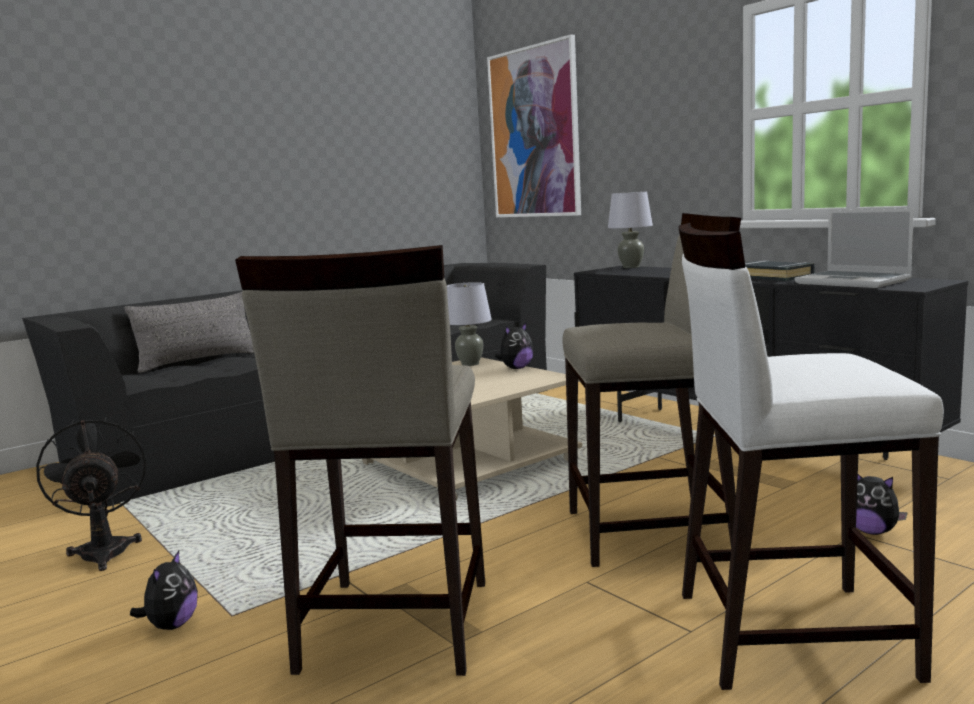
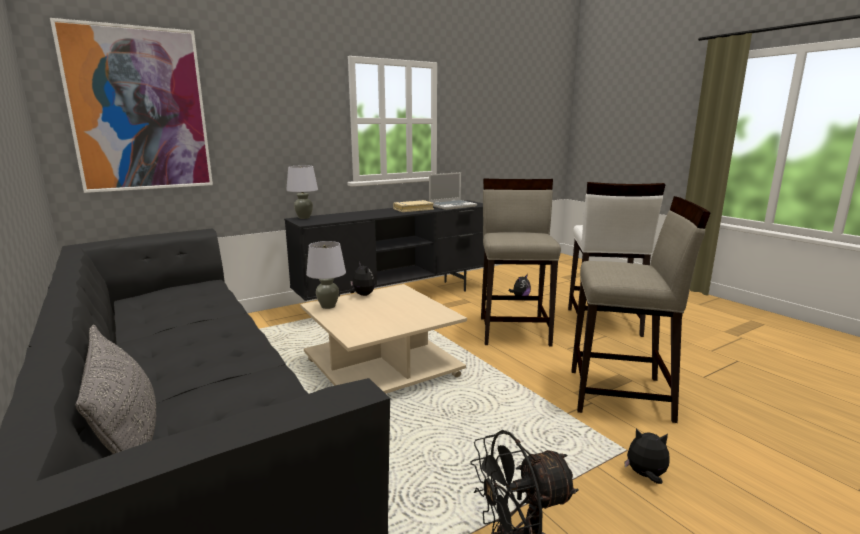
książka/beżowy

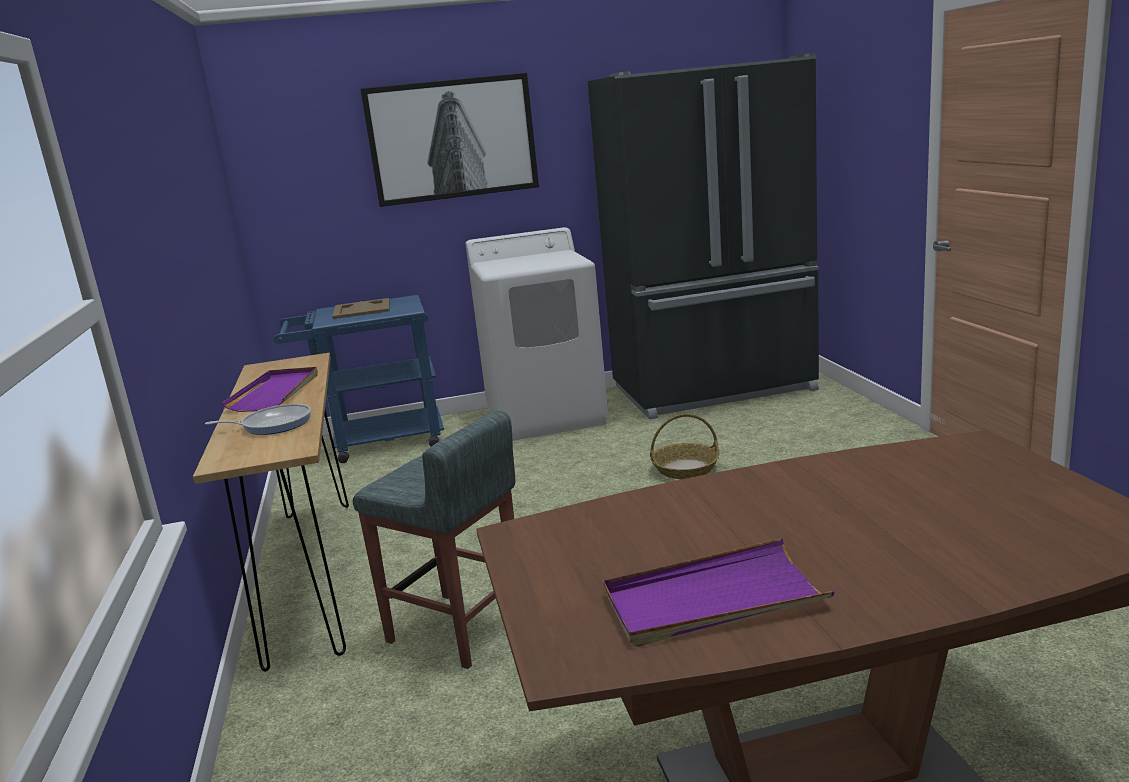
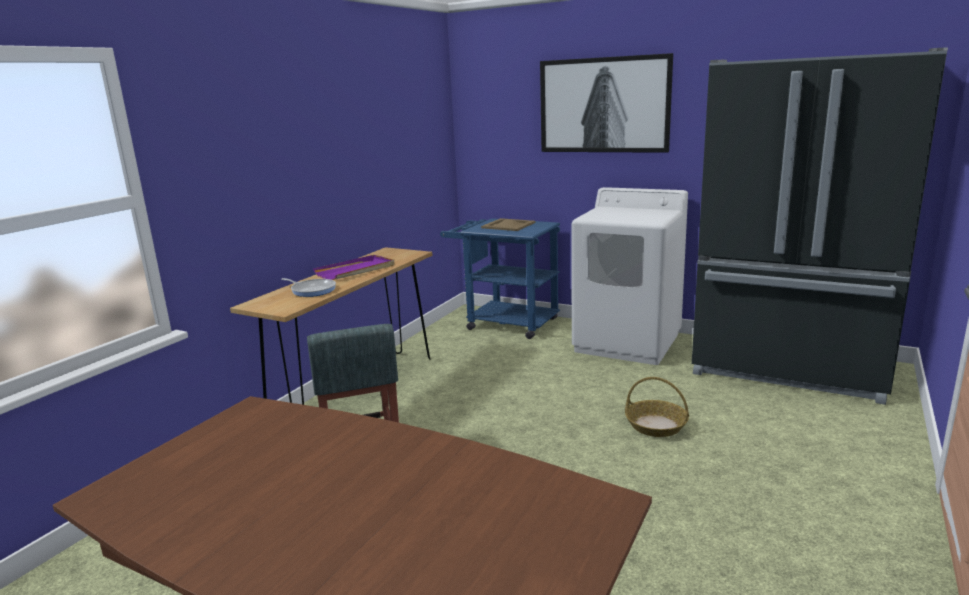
taca/fioletowy (no. 2 from left in the first image)

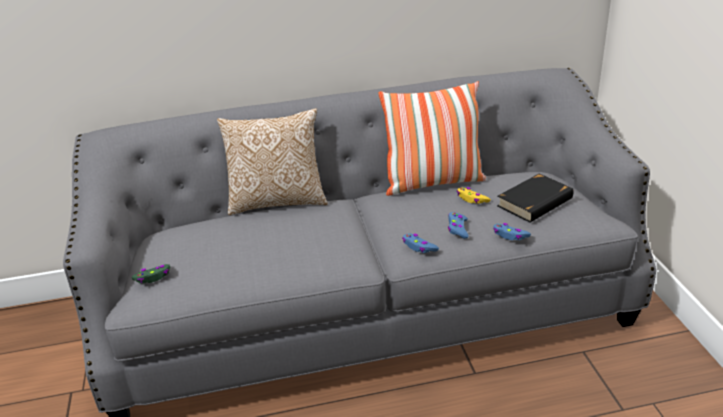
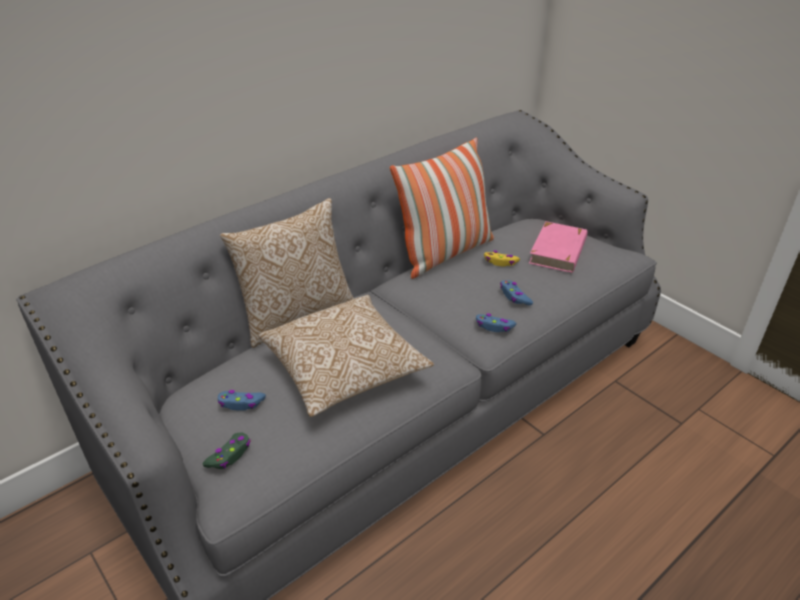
pad do gier/niebieski (no. 1 from left)
książka/różowy
poduszka (no. 2 from left)

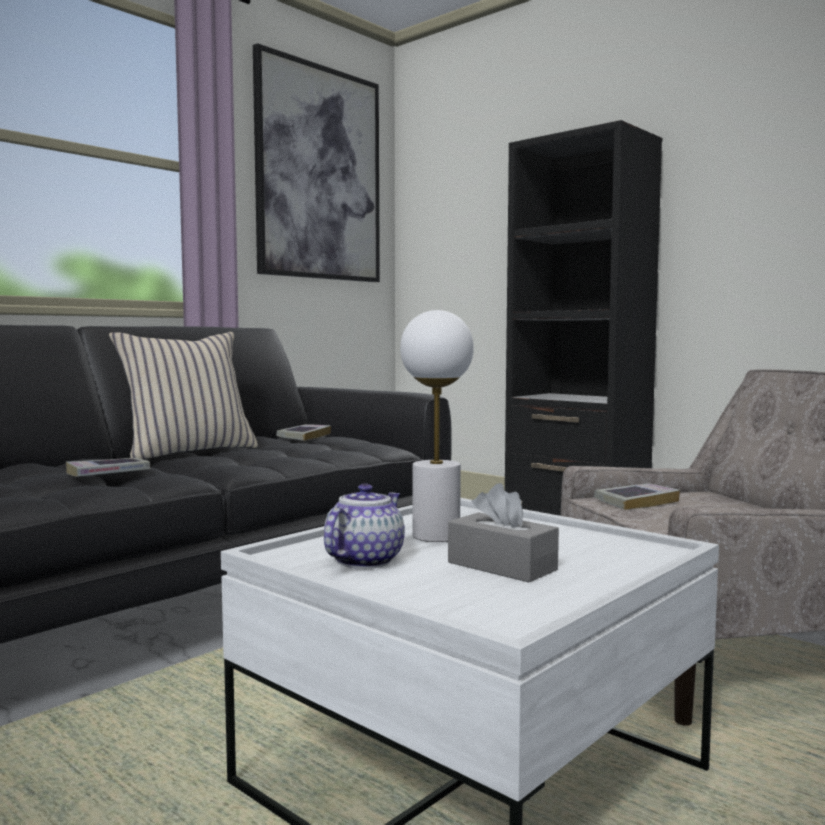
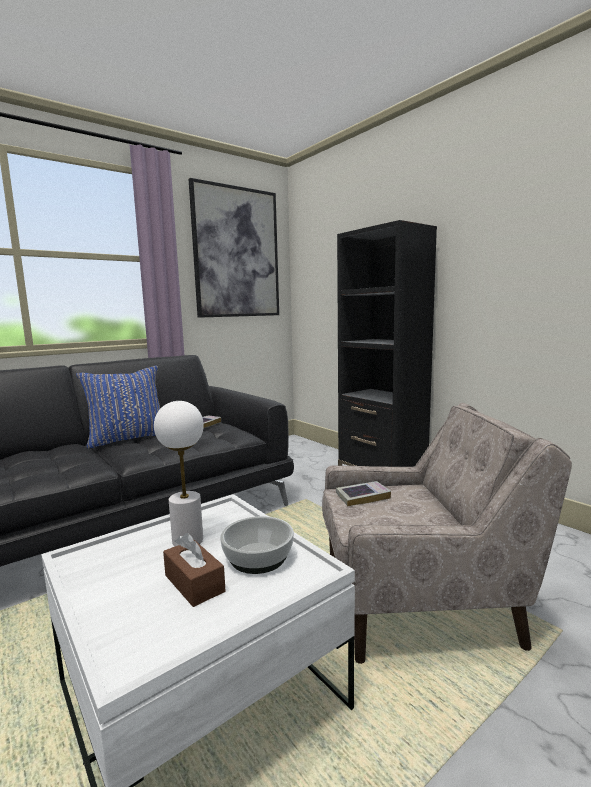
książka (no. 1 from left in the first image)
poduszka/niebieski
imbryk
pudełko chusteczek/brązowy
miska

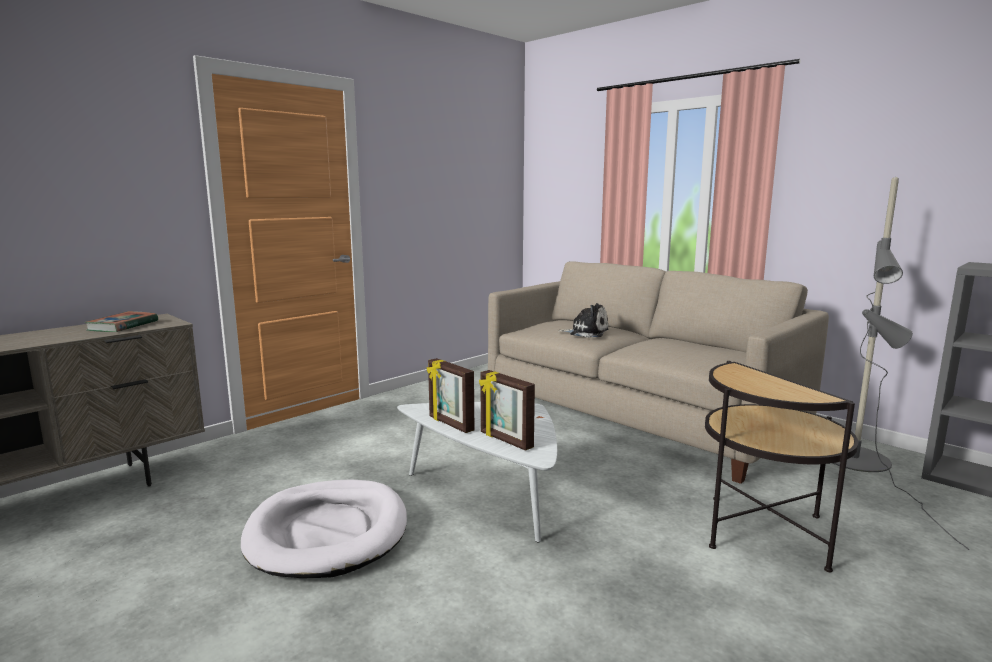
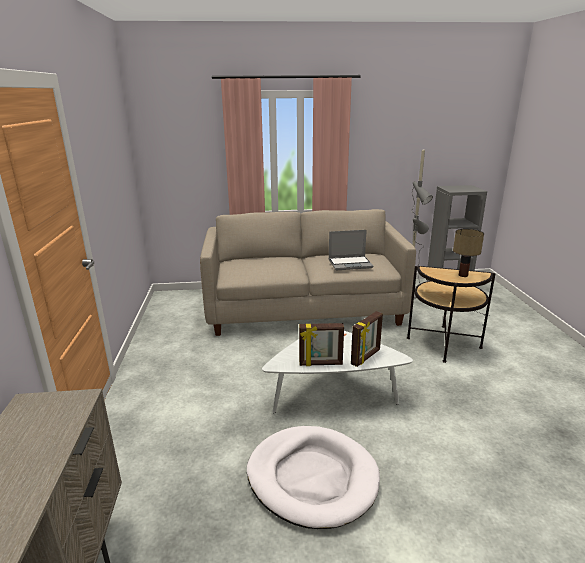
książka
ramka na zdjęcie (no. 2 from left)
pluszak
laptop
lampa stołowa

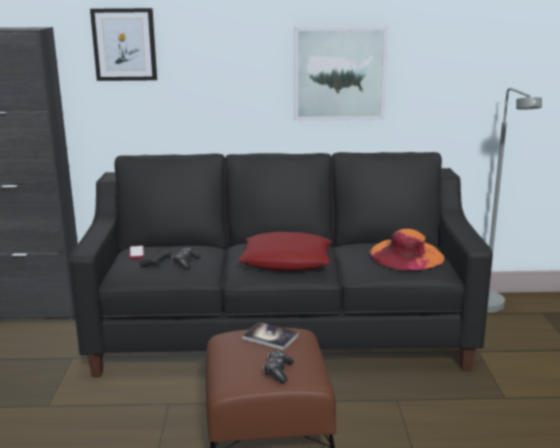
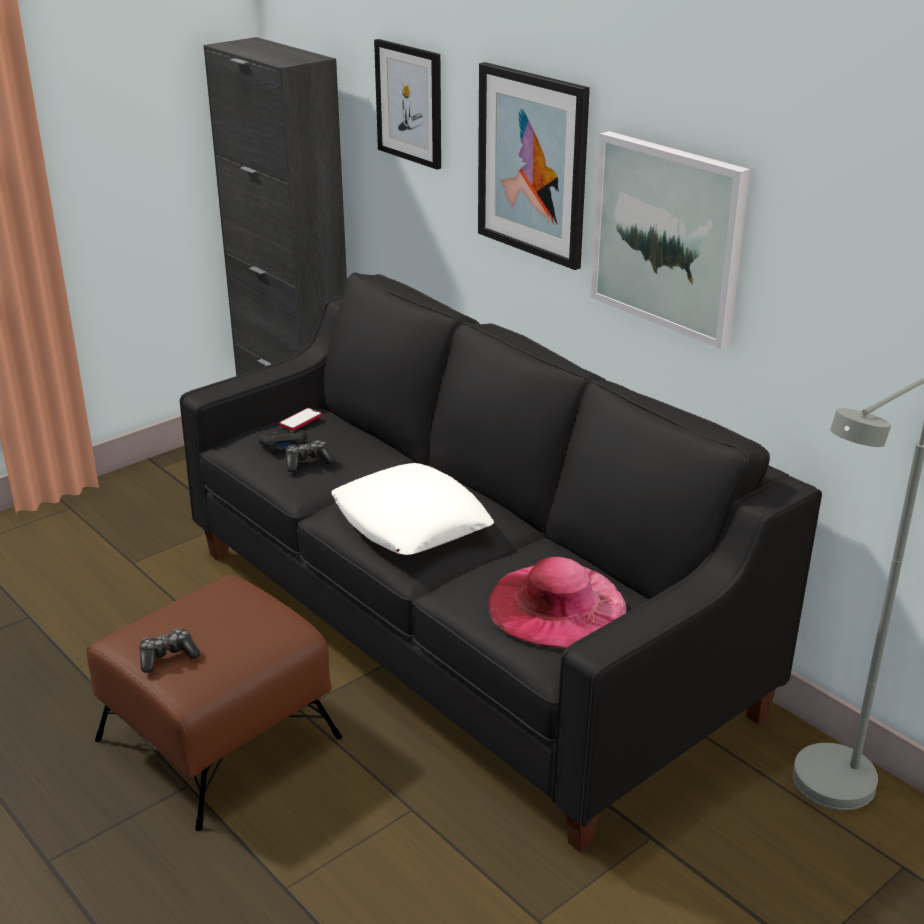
poduszka/biały
książka
kapelusz/różowy
obraz (no. 2 from left)

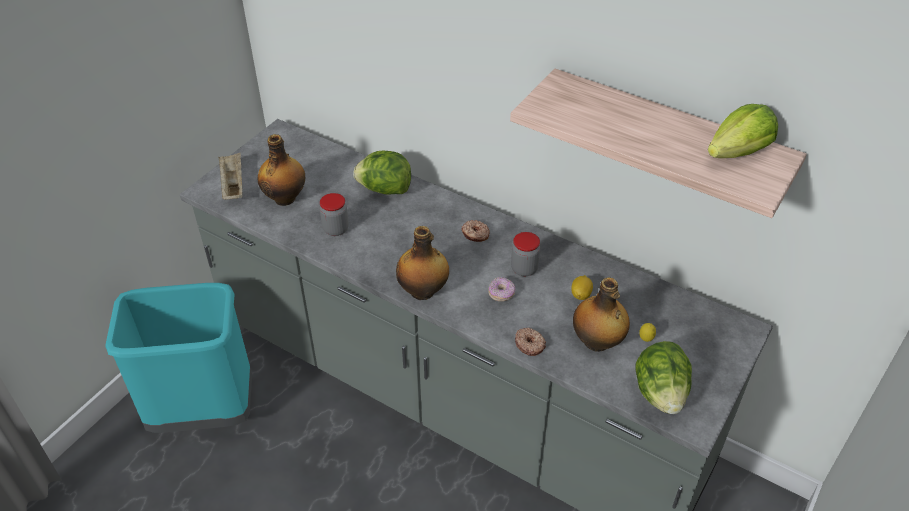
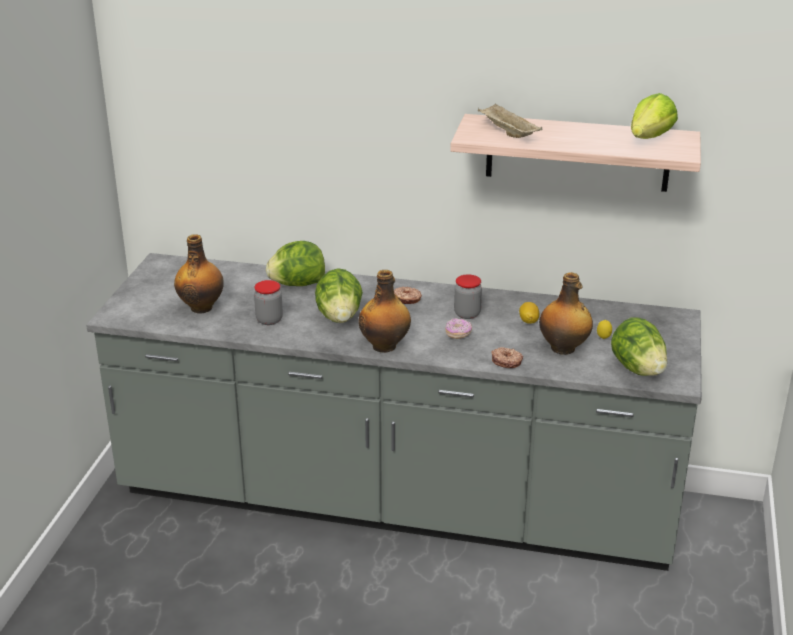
kosz na śmieci/turkusowy
taca/beżowy
sałata (no. 2 from left)

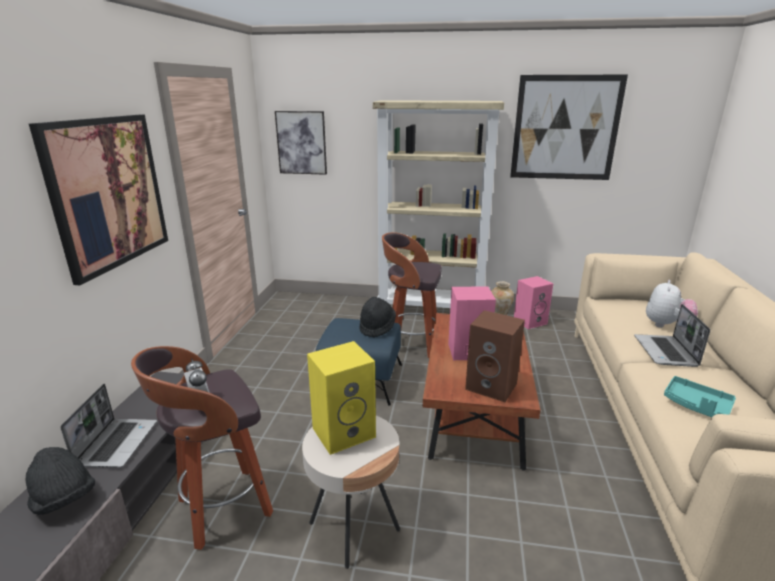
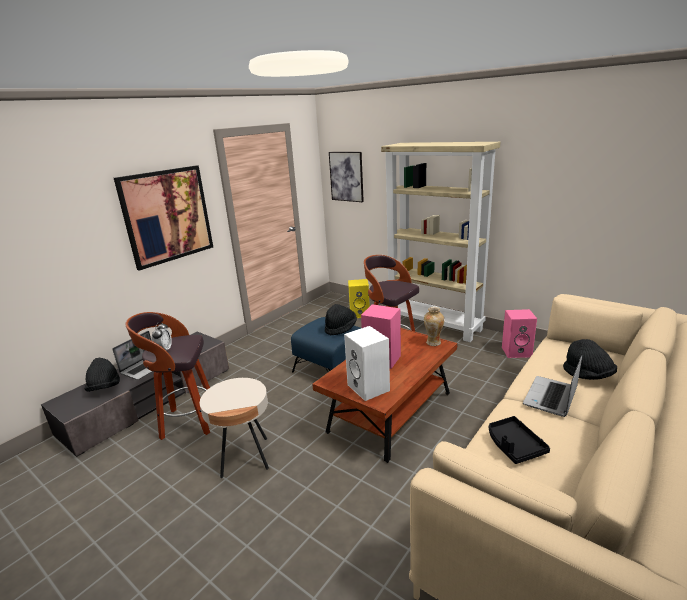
głośnik/żółty
głośnik/biały
obraz (no. 3 from left in the first image)
kapelusz/czarny (no. 3 from left)
taca/czarny

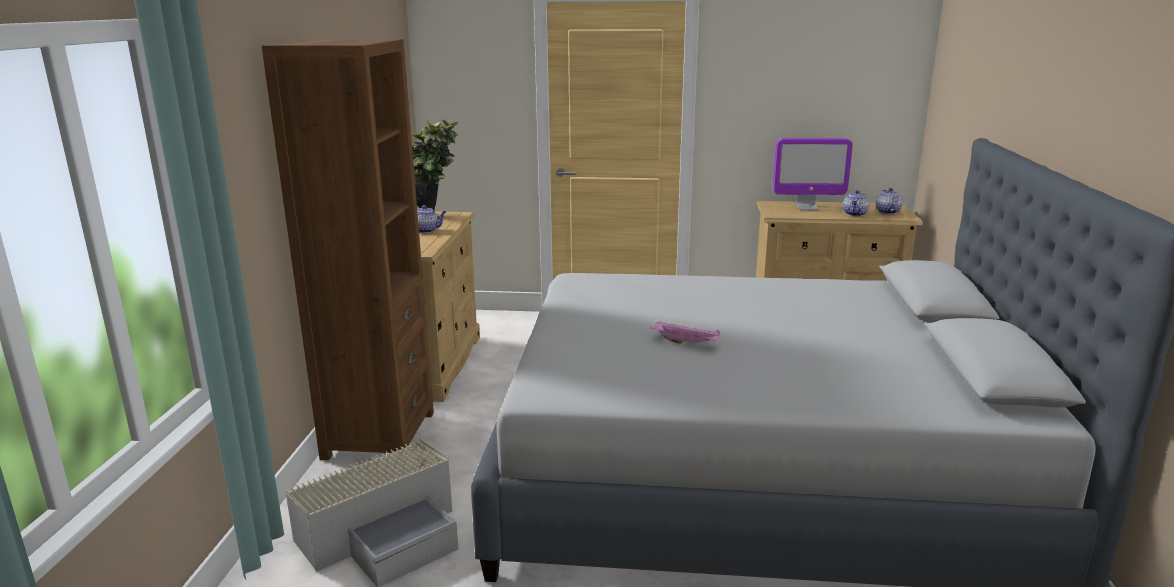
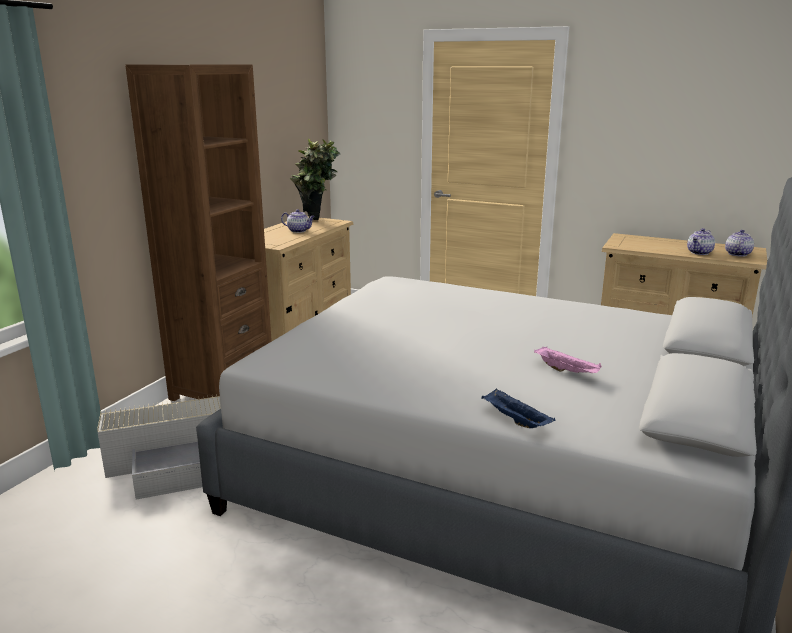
taca/różowy
monitor
taca/niebieski

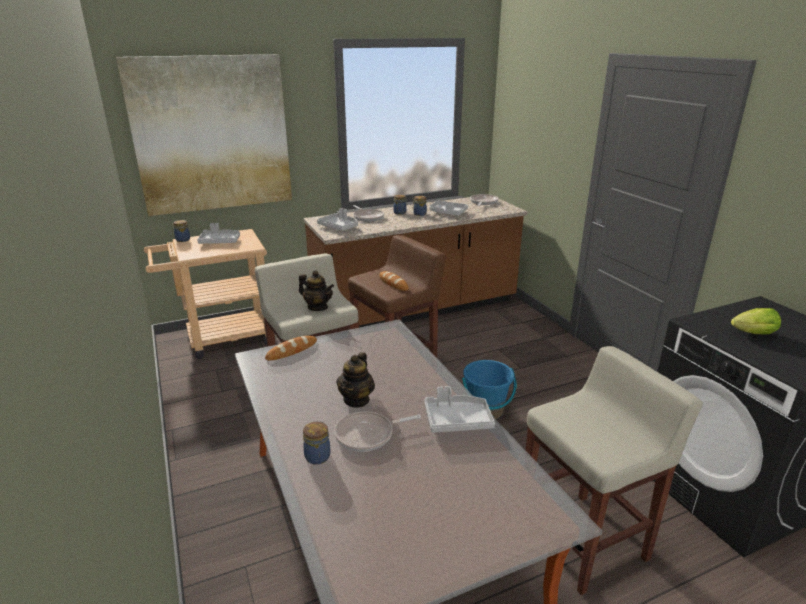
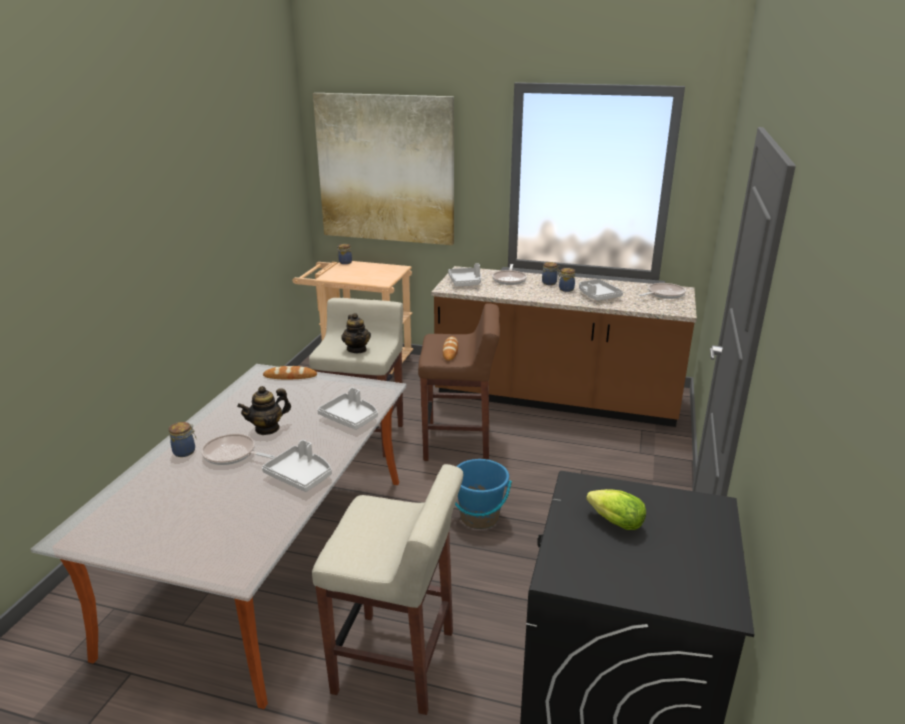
taca/szary (no. 2 from left)

